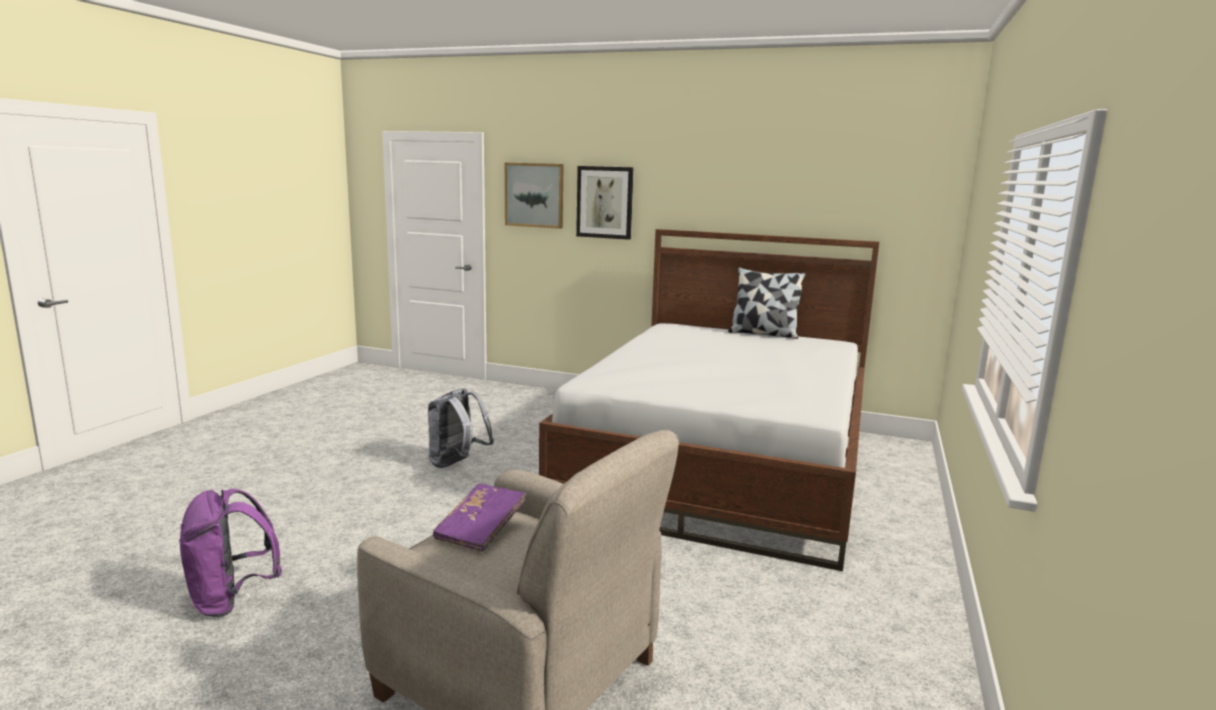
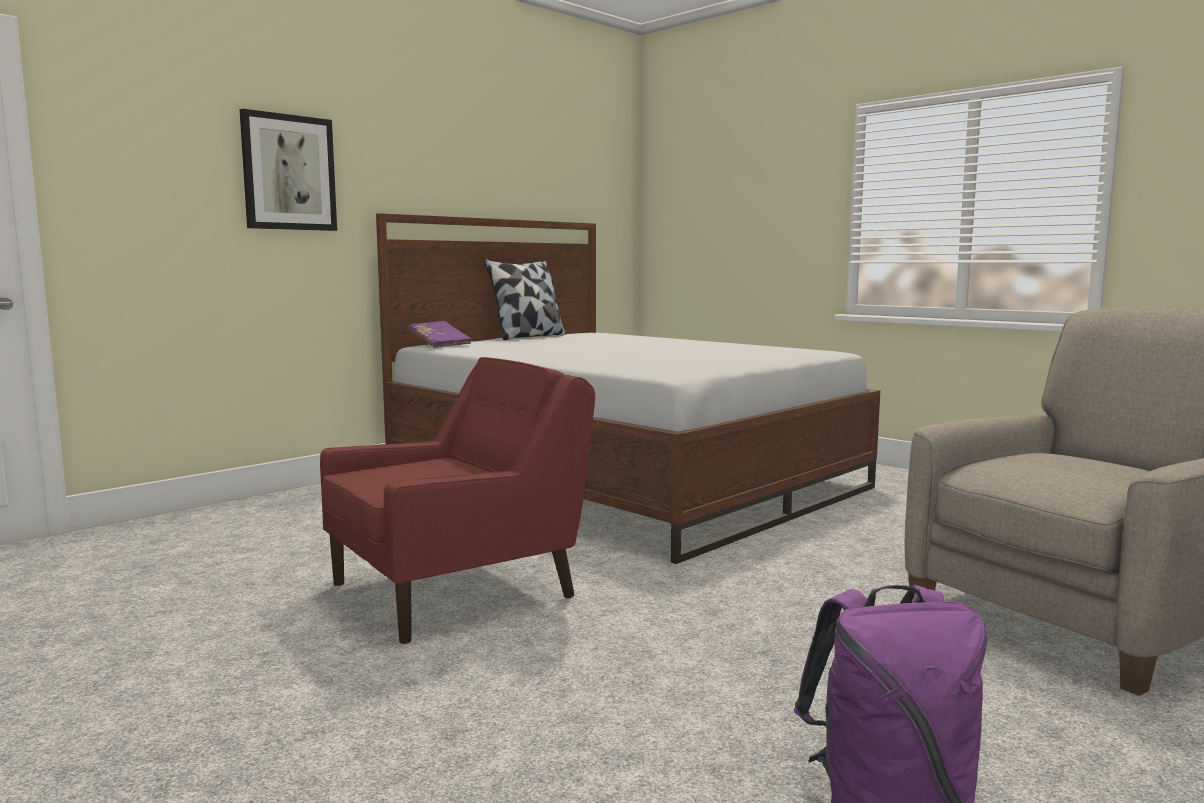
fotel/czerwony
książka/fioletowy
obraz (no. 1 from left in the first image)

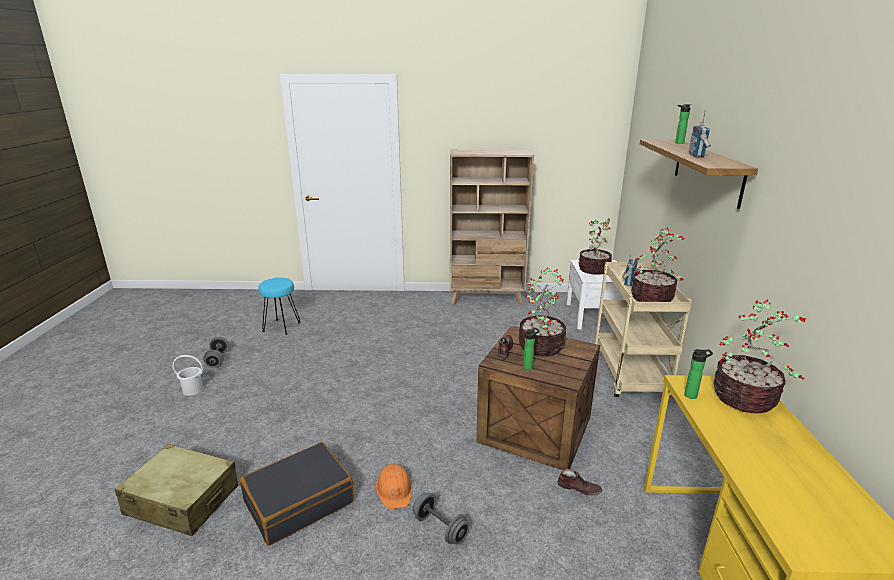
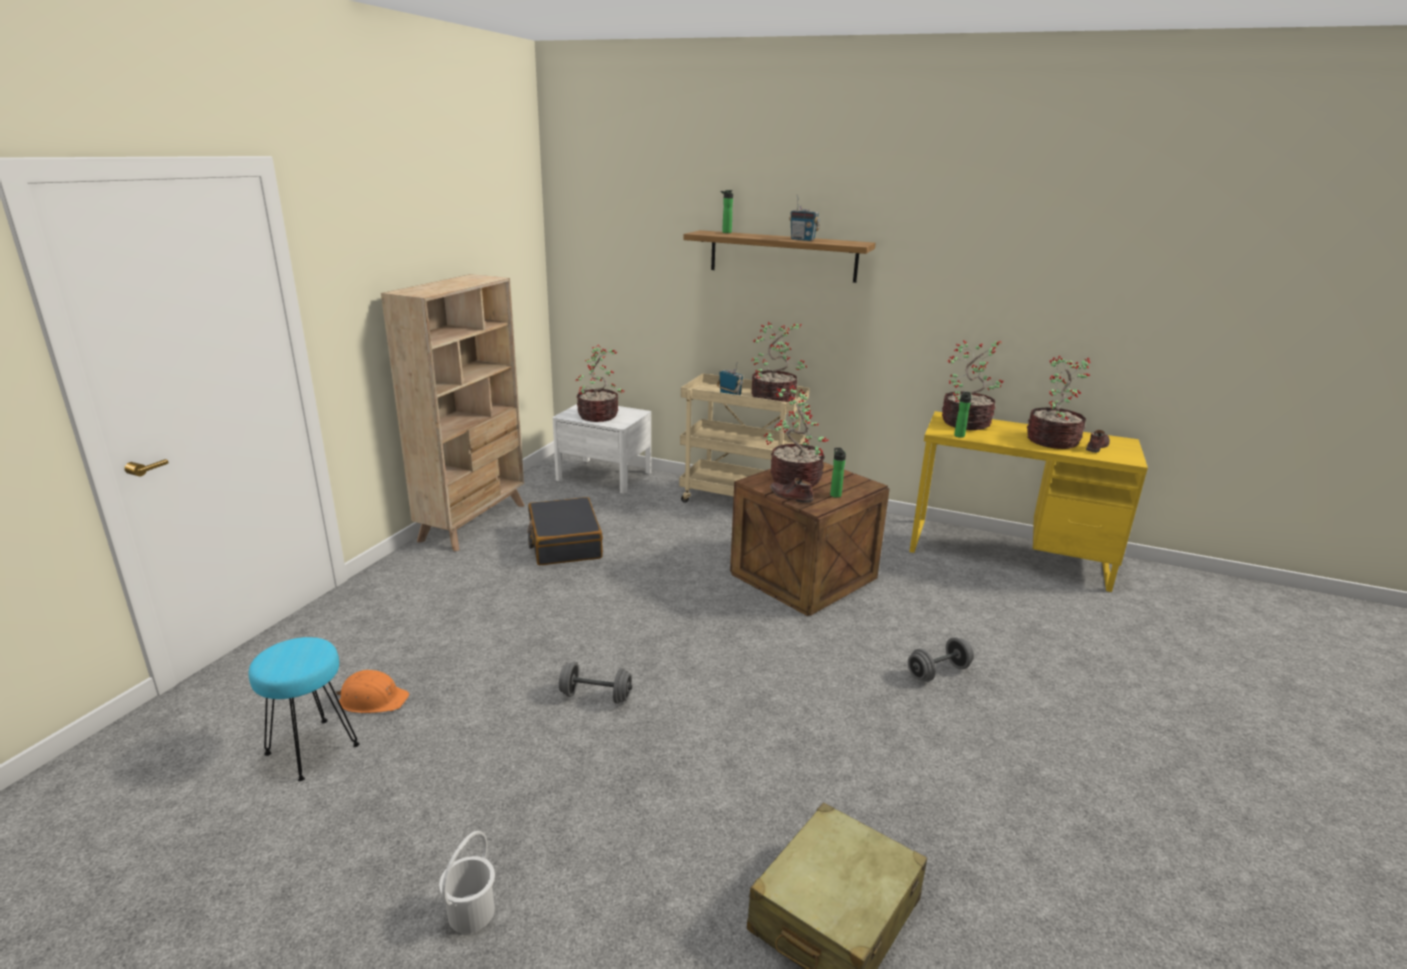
hantel/szary (no. 1 from left)
walizka/czarny
kask/pomarańczowy
but/brązowy (no. 2 from left)
roślina doniczkowa (no. 5 from left)

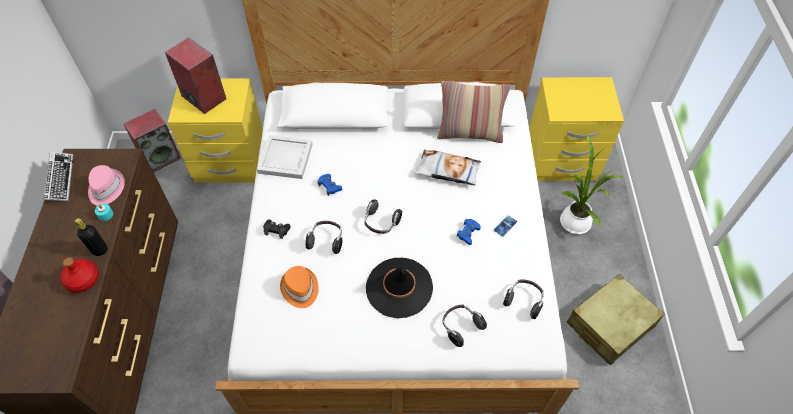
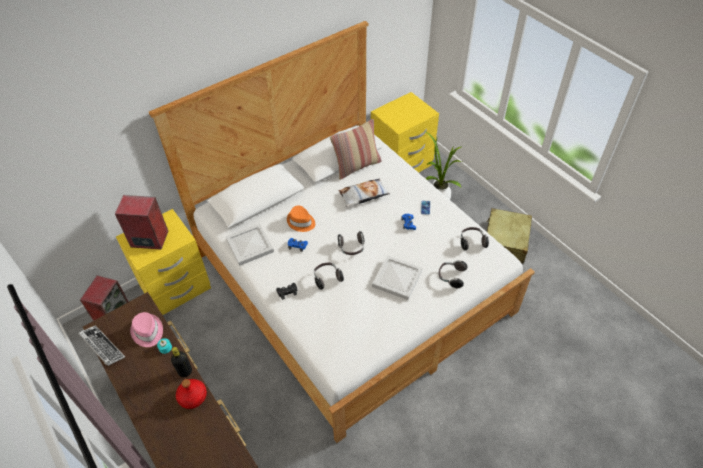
kapelusz/pomarańczowy
taca/biały (no. 2 from left)

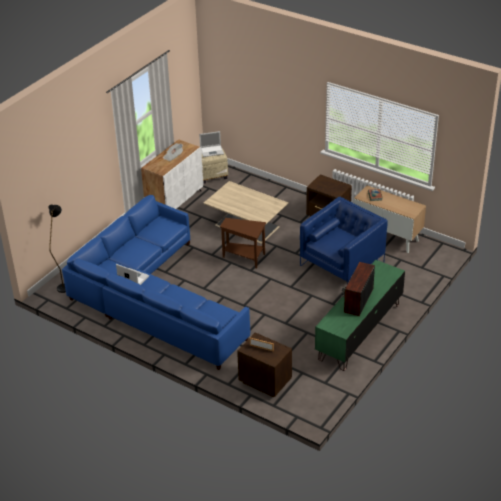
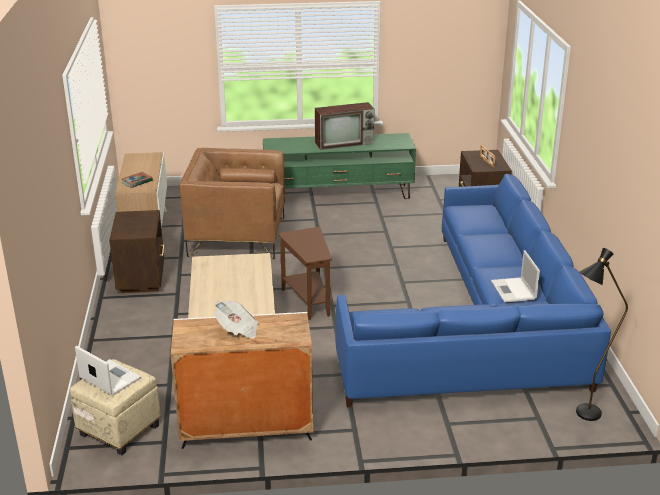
fotel/brązowy

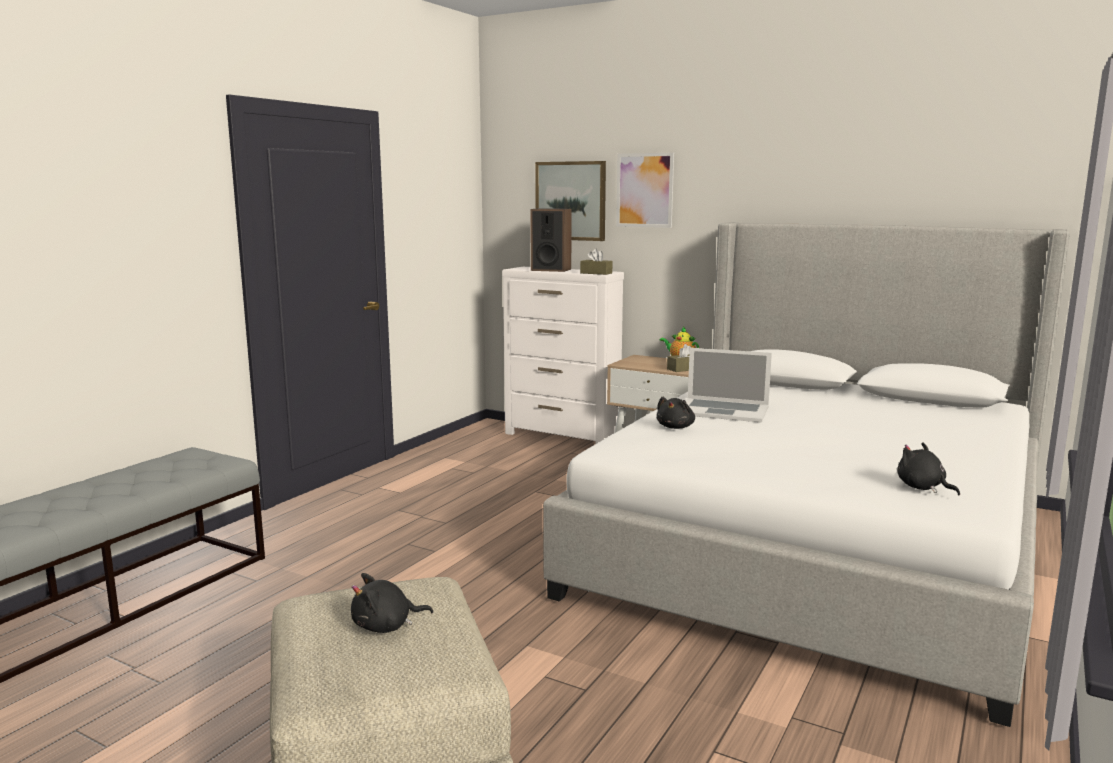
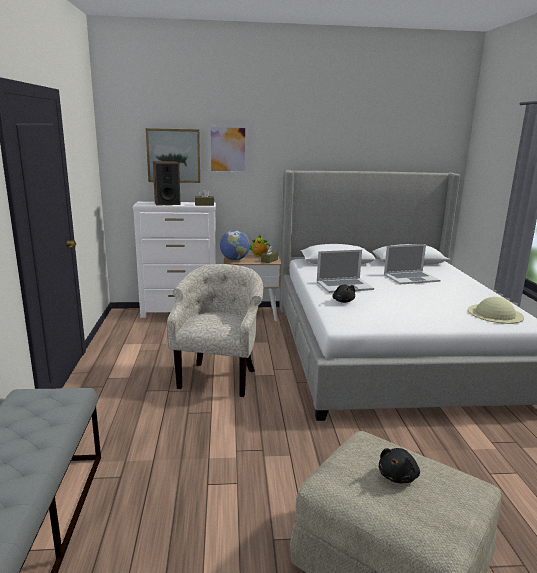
kapelusz/beżowy
fotel/beżowy
globus
laptop (no. 2 from left)

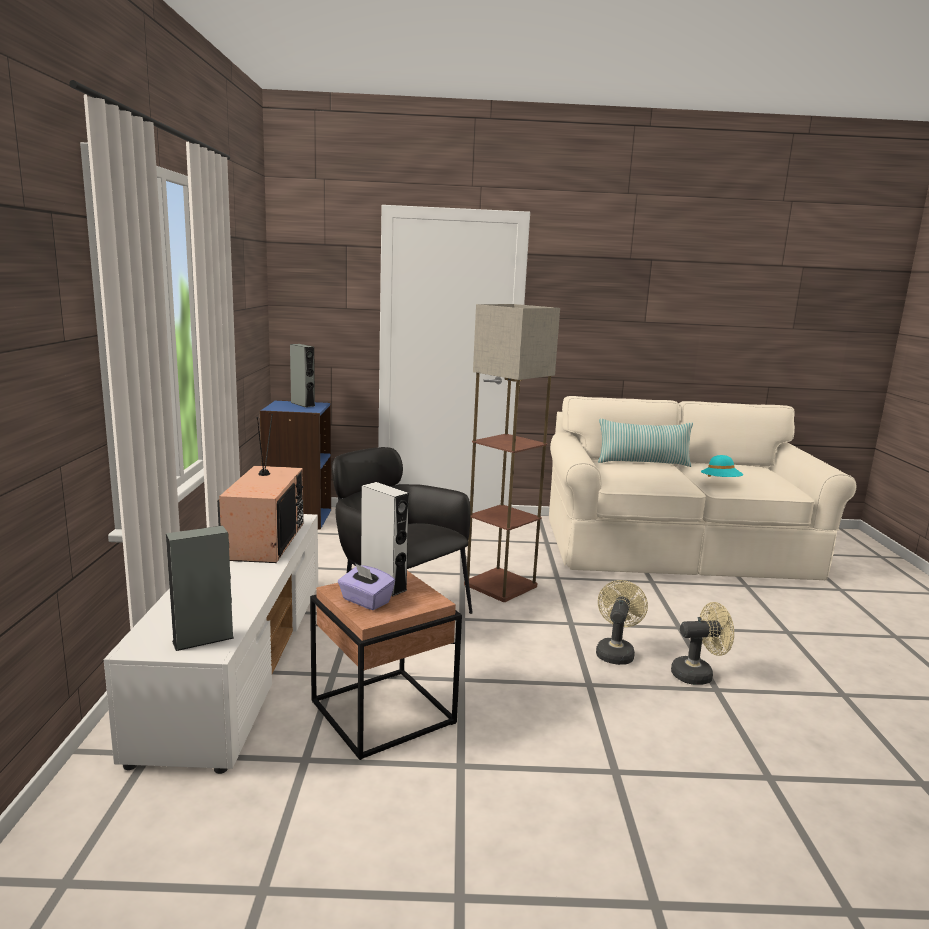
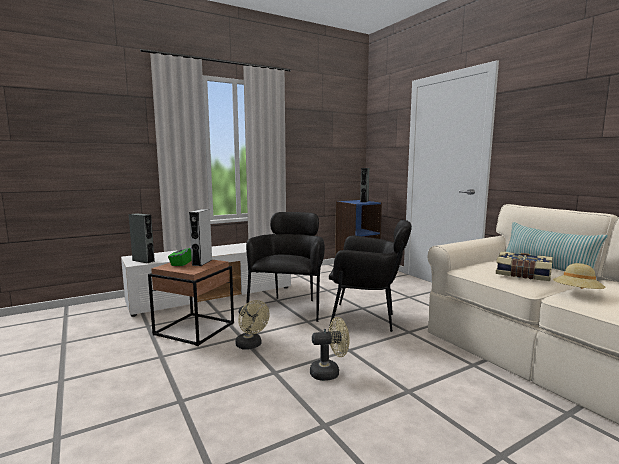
telewizor
pudełko chusteczek/zielony
fotel/czarny (no. 2 from left)
wentylator/beżowy (no. 1 from left)
kapelusz/beżowy
książka

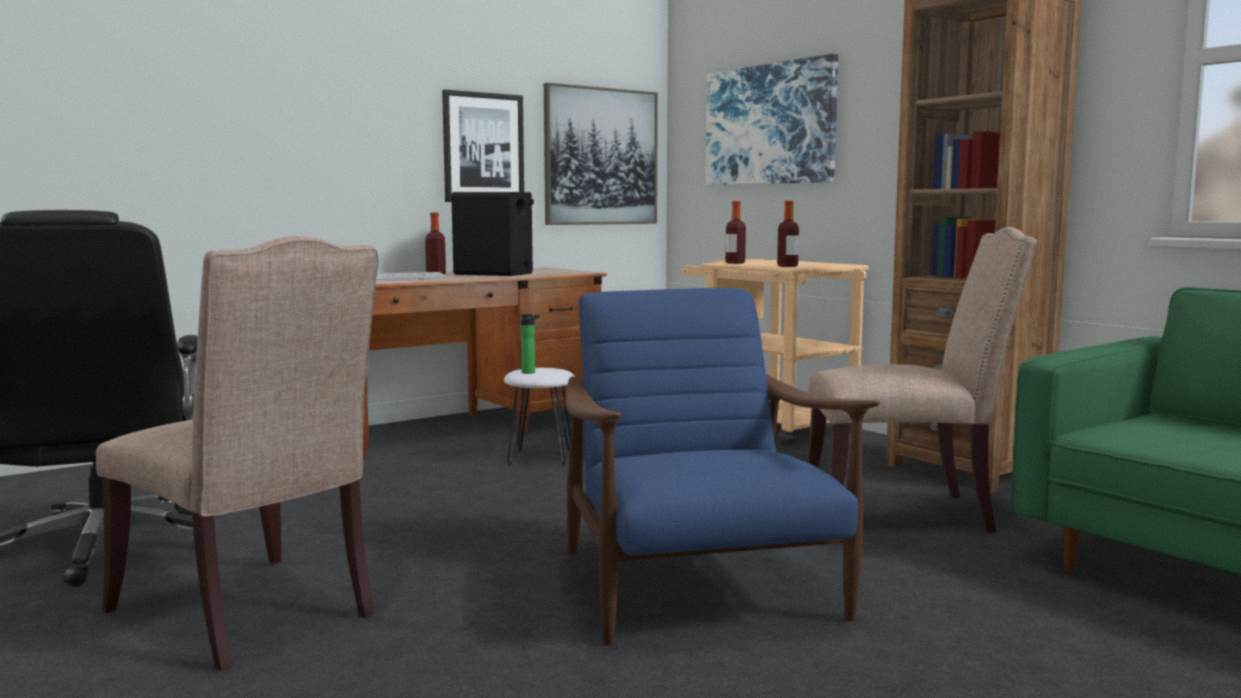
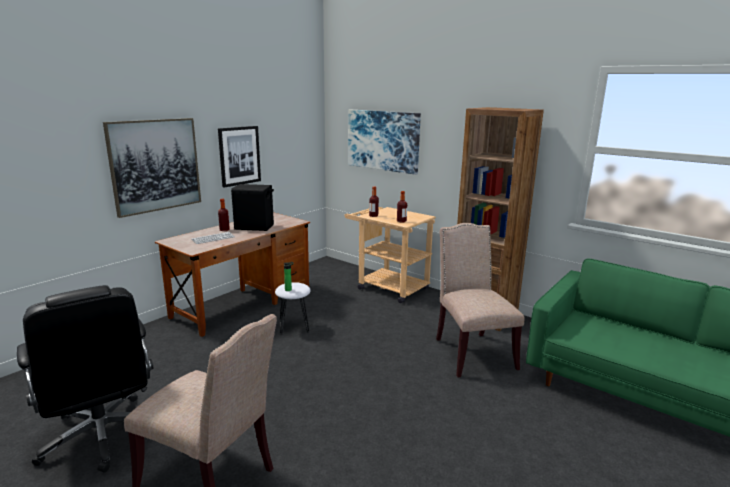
obraz (no. 1 from left)
fotel/niebieski
krzesło/beżowy (no. 2 from left)

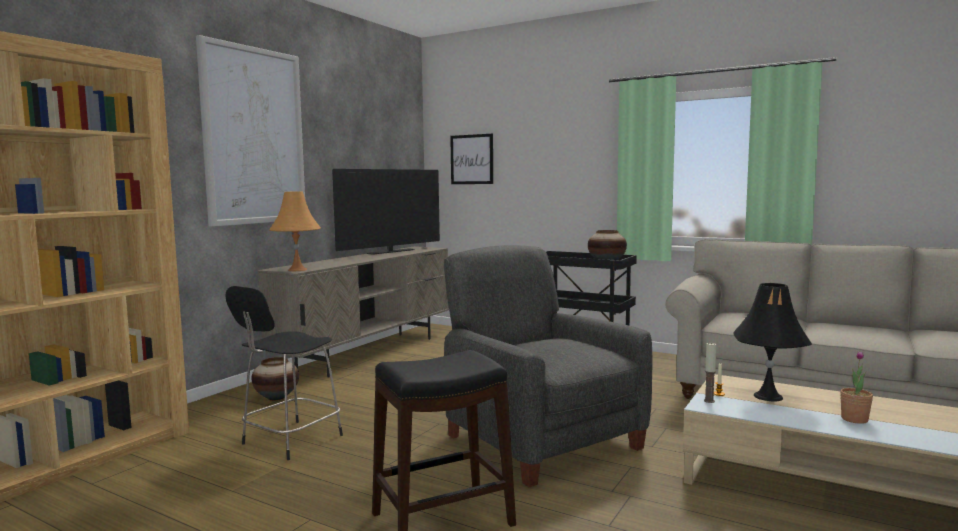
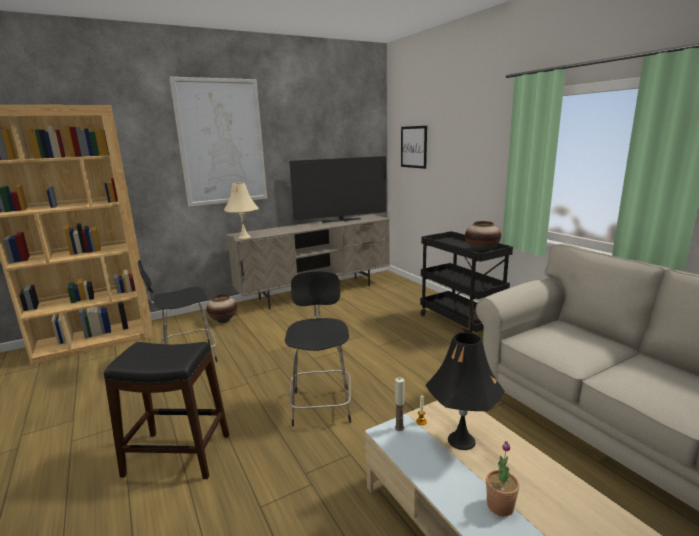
lampa stołowa/beżowy
stołek/czarny (no. 3 from left)

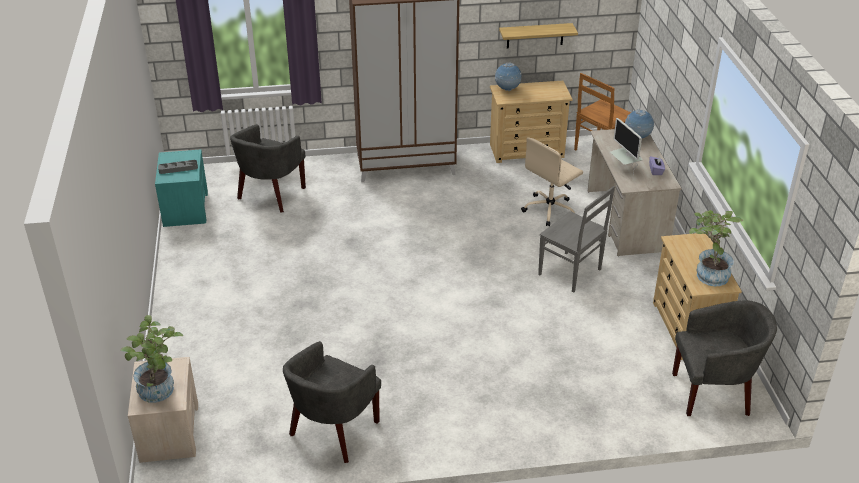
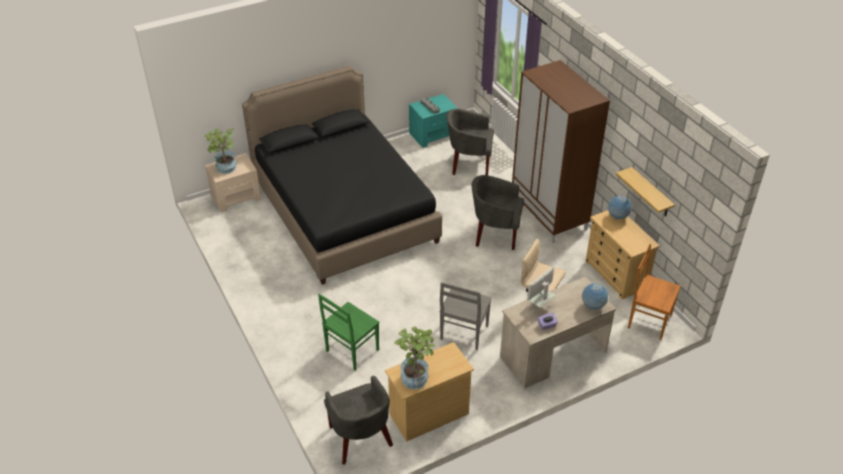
fotel/szary (no. 3 from left)
łóżko/czarny
krzesło/zielony

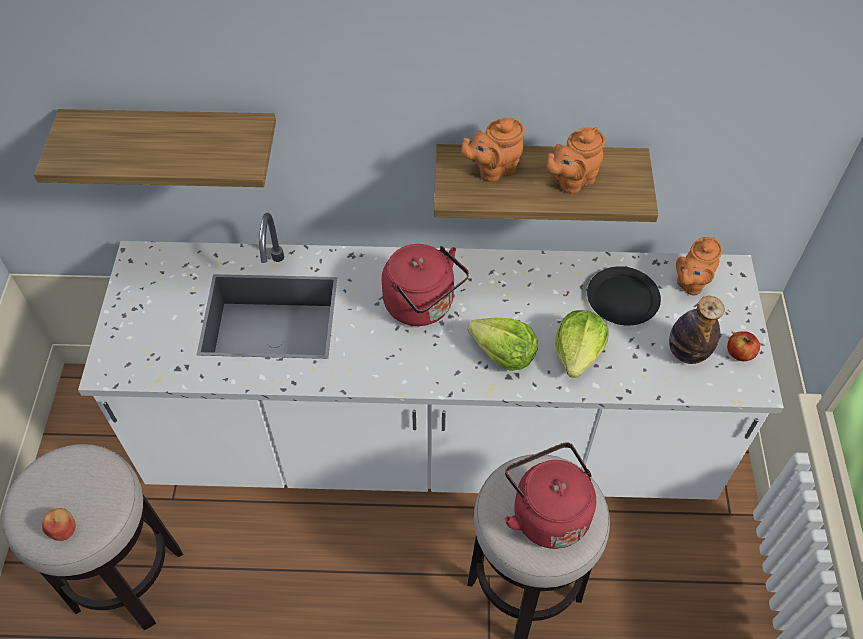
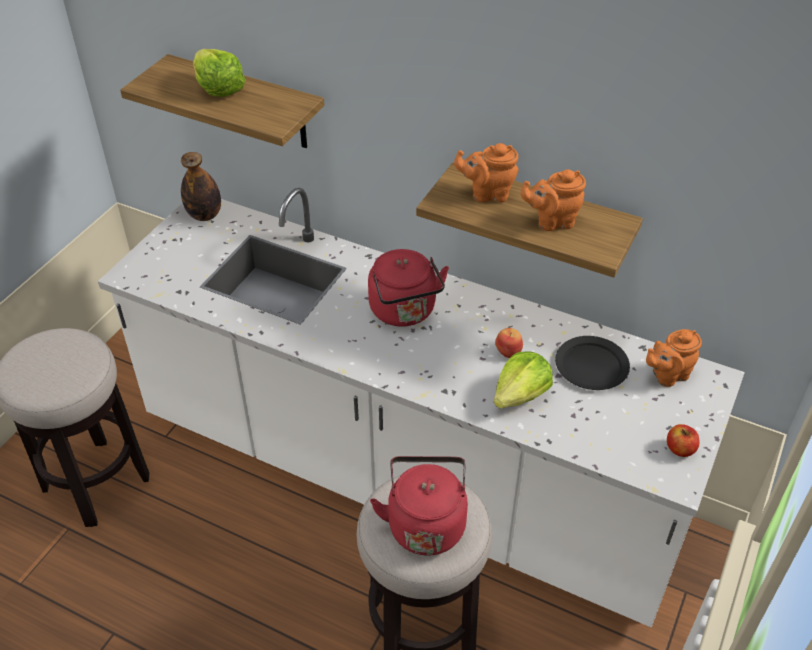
jabłko (no. 1 from left)
sałata (no. 1 from left)
butelka

